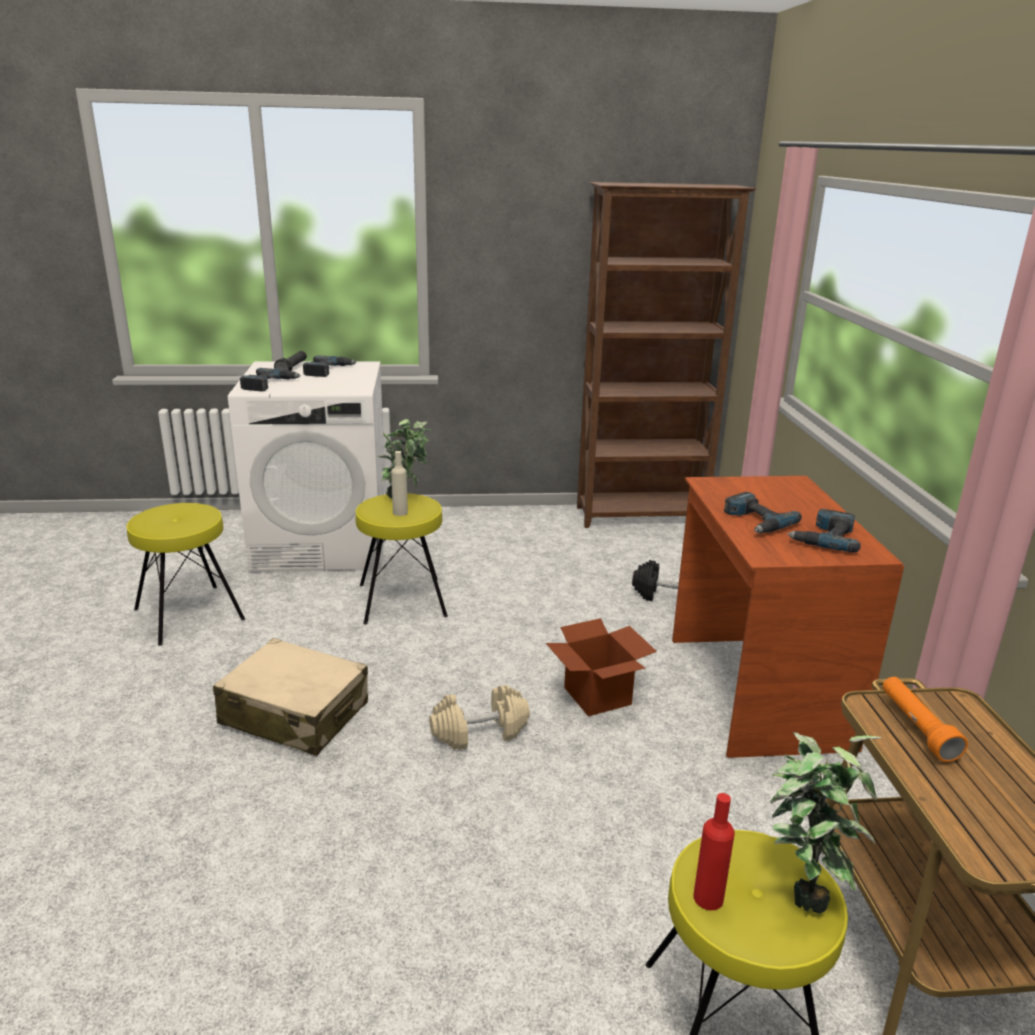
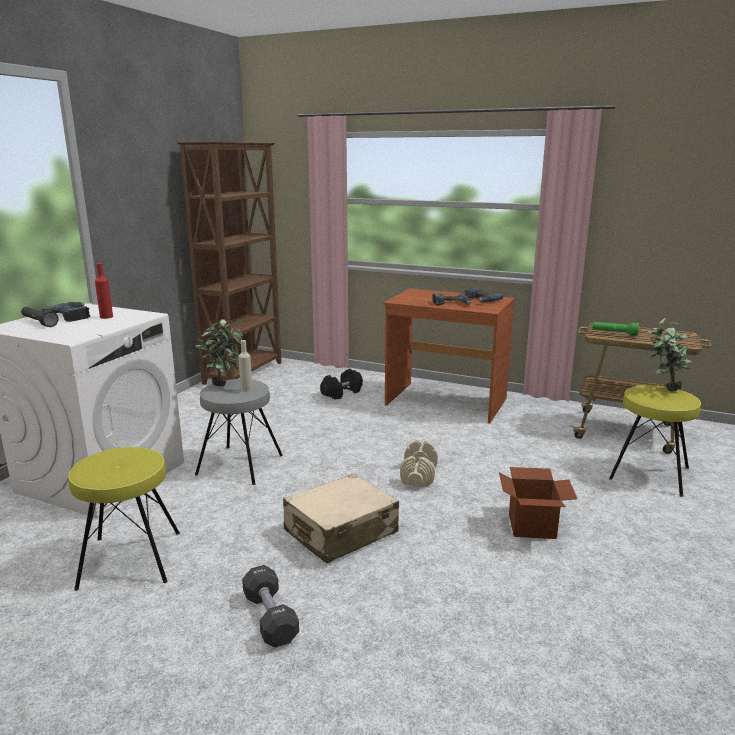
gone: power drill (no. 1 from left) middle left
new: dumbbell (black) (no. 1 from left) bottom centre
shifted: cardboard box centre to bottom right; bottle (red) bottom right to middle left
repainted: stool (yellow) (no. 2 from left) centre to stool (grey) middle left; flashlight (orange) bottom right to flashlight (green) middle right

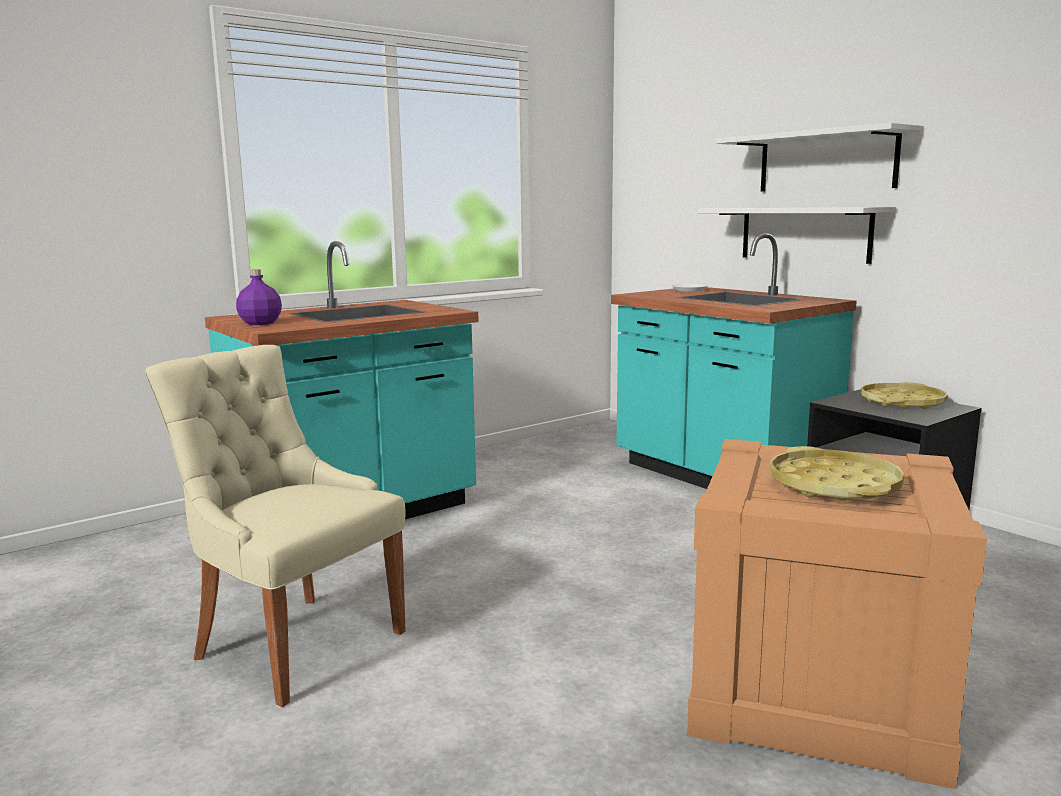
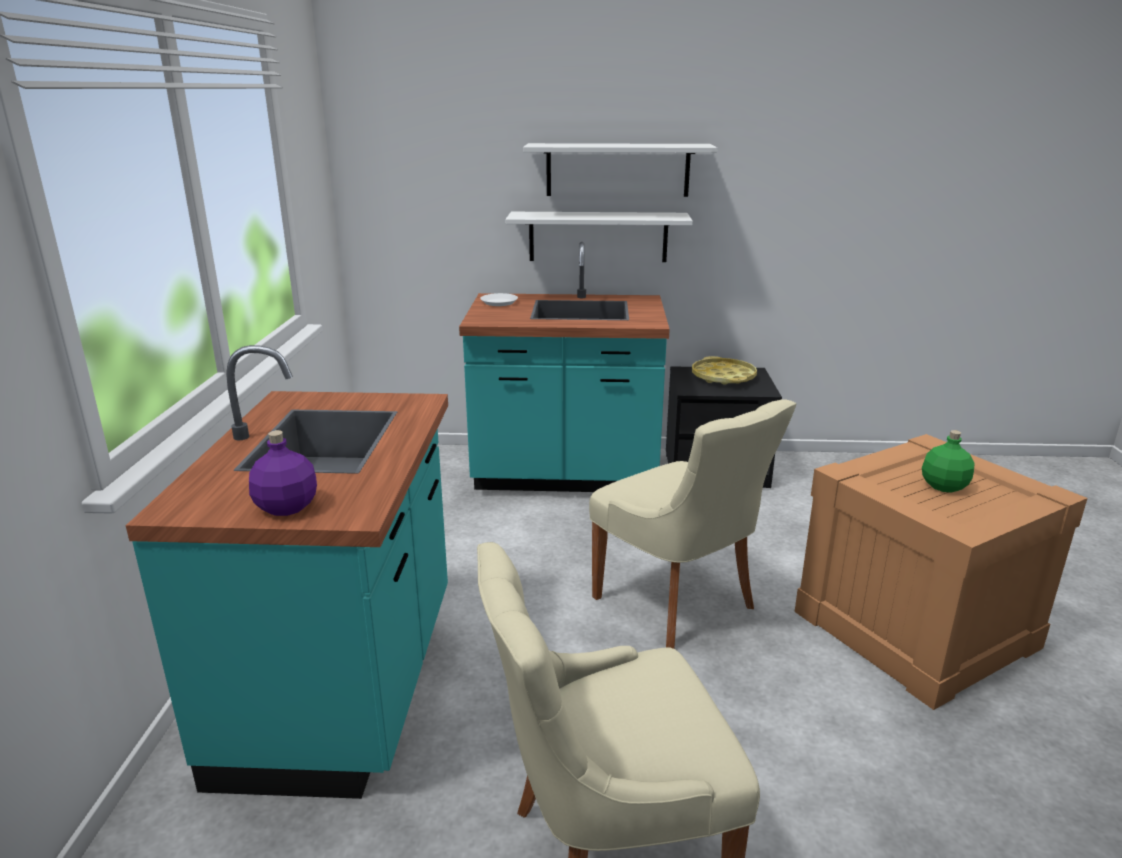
new: chair (beige) (no. 2 from left) centre
swapped: tray (yellow) (no. 1 from left) middle right to bottle (green) middle right

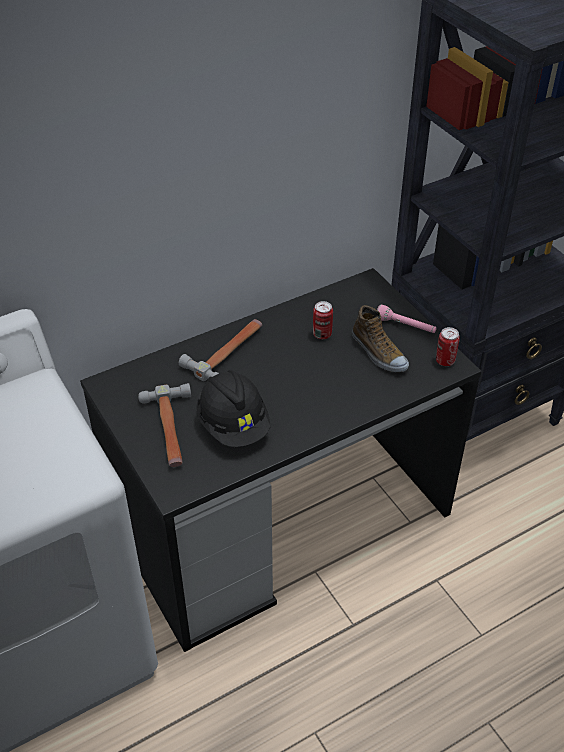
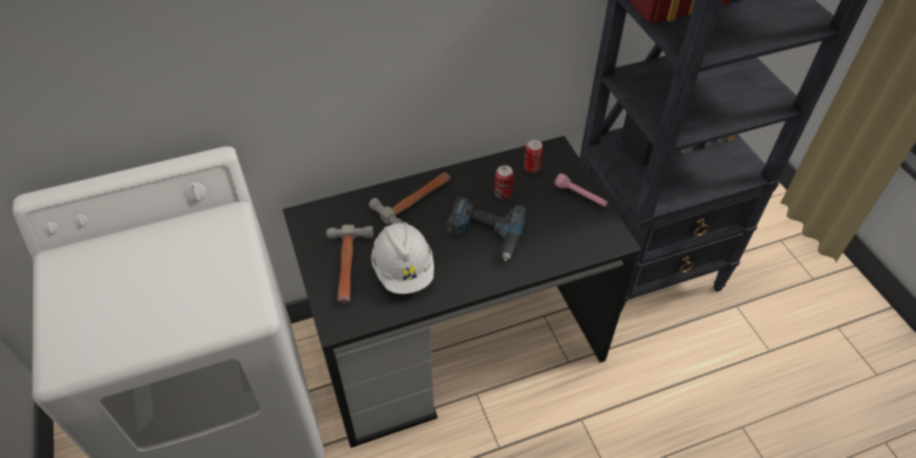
gone: shoe middle right
new: power drill centre
shifted: can (no. 2 from left) middle right to centre
repainted: hard hat (black) centre to hard hat (white) centre

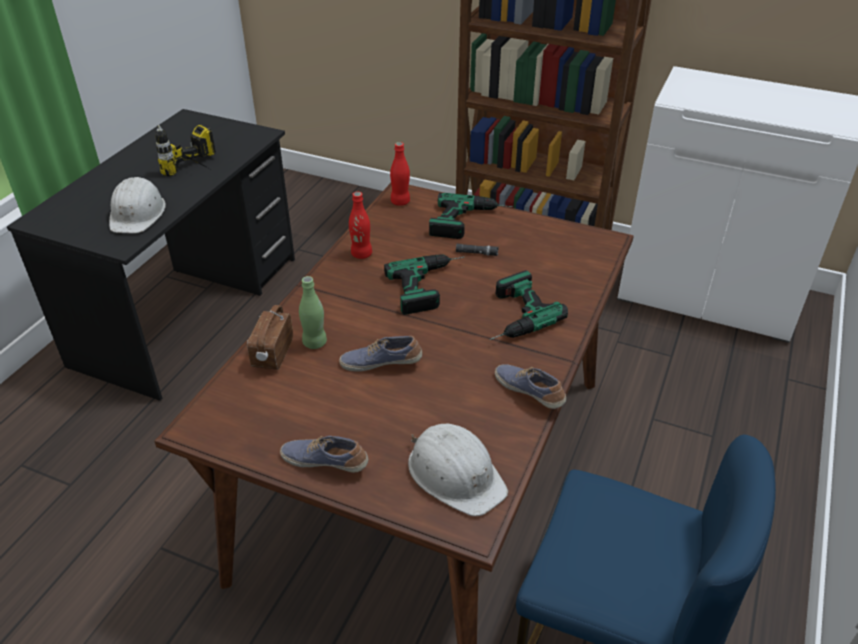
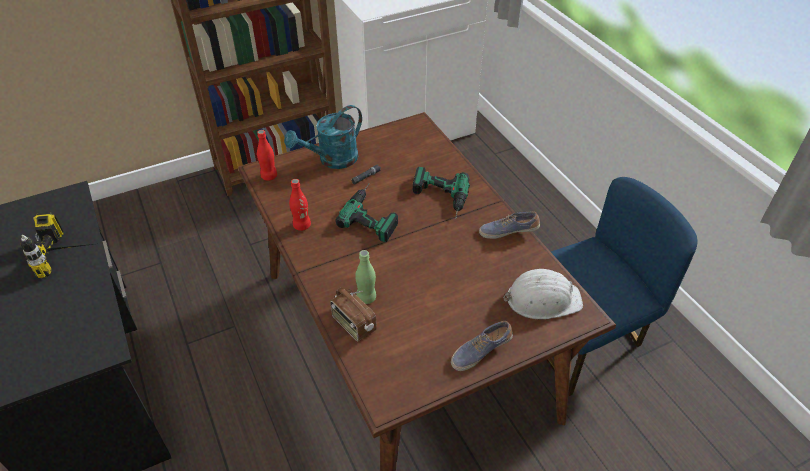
gone: hard hat (white) (no. 1 from left) top left; shoe (no. 2 from left) centre
swapped: power drill (no. 3 from left) centre to watering can (turquoise) top centre

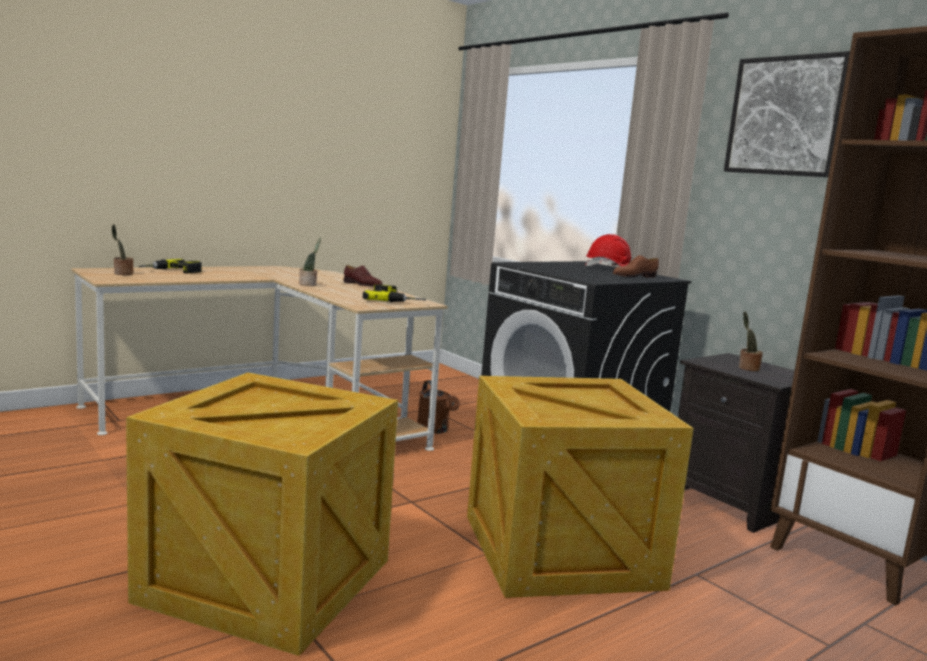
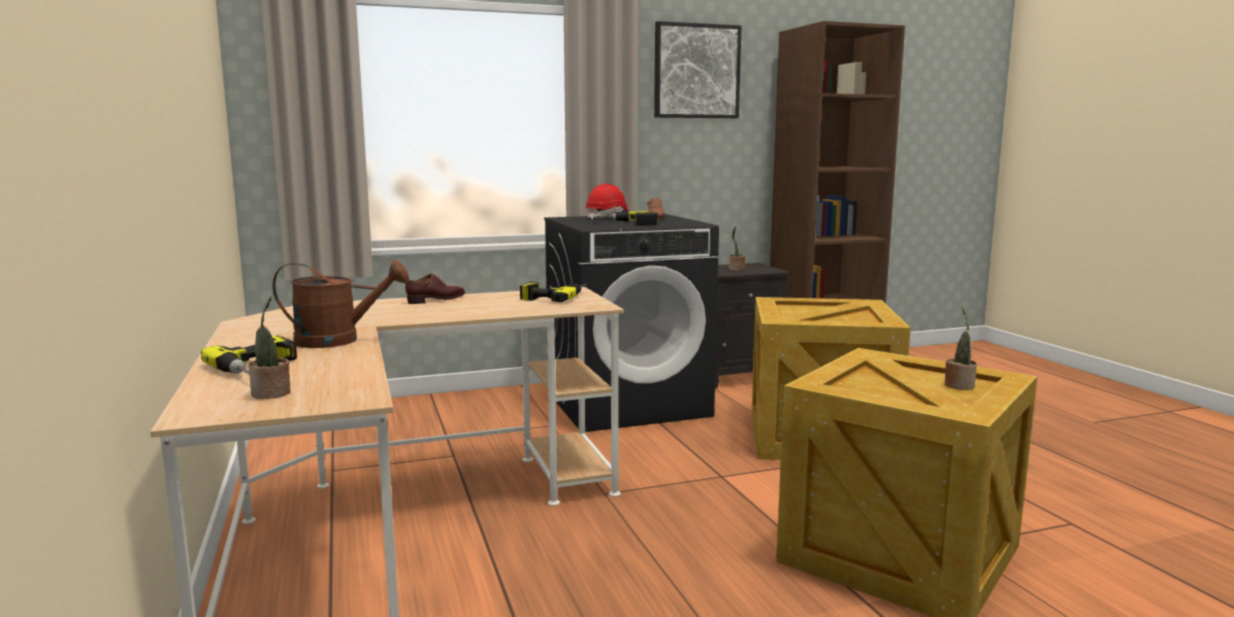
new: power drill (no. 3 from left) centre
shifted: potted plant (no. 2 from left in the first image) centre to potted plant (no. 3 from left) middle right; watering can (brown) centre to middle left

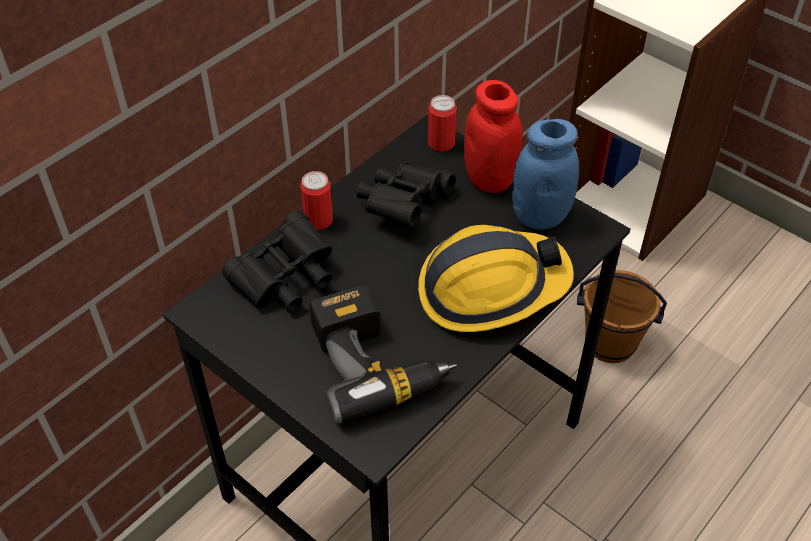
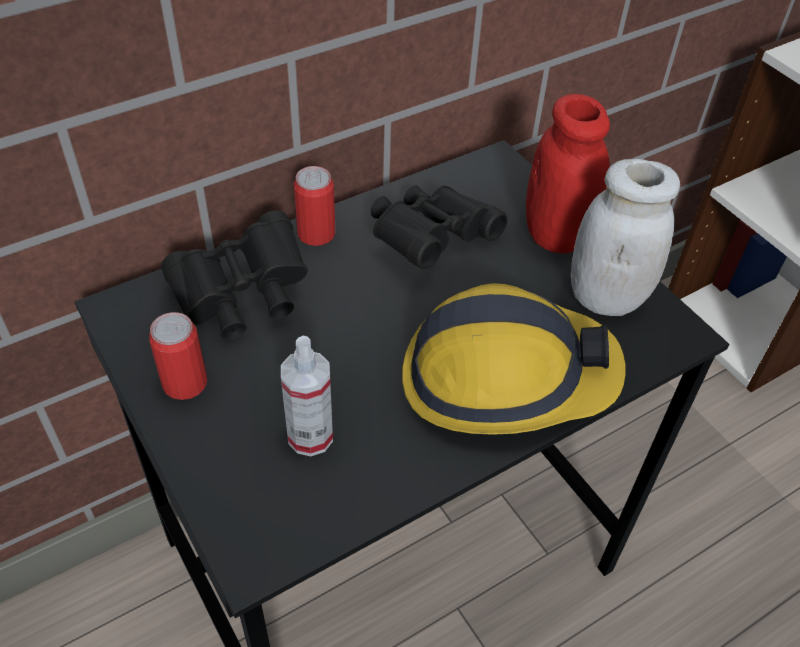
gone: bucket (brown) middle right
shifted: can (no. 2 from left in the first image) top centre to can (no. 1 from left) middle left
swapped: power drill centre to spray bottle centre
repainted: jar (blue) top right to jar (white) middle right

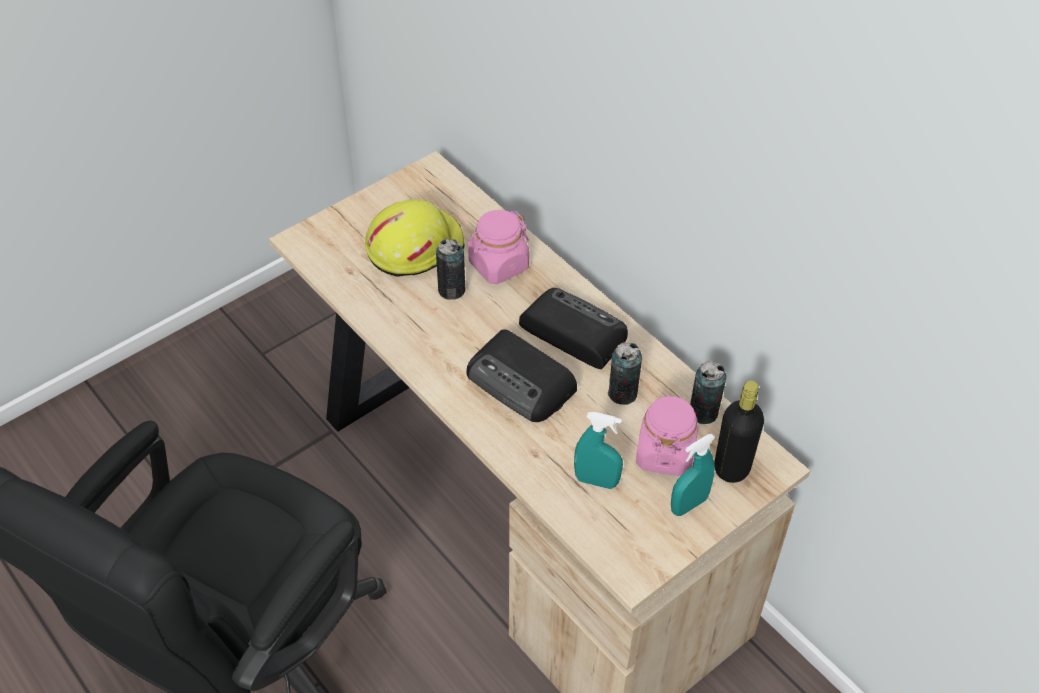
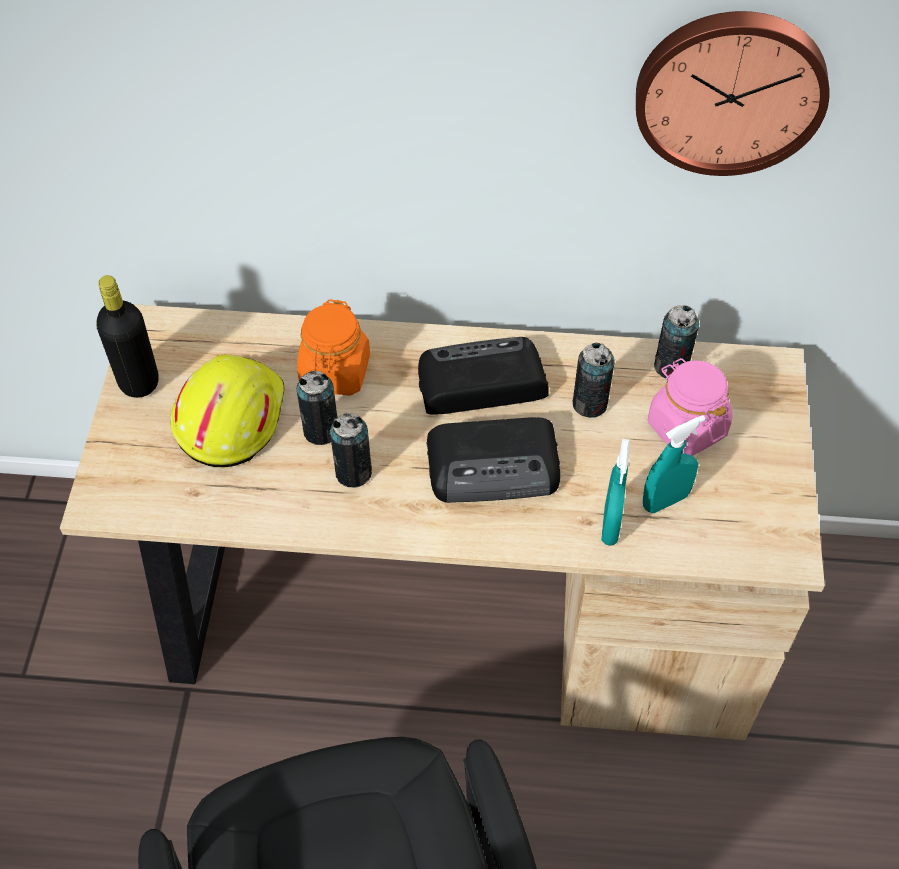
new: can (no. 2 from left) centre; wall clock top right
shifted: spray bottle (turquoise) (no. 2 from left in the first image) bottom right to spray bottle (turquoise) (no. 1 from left) middle right; bottle (black) middle right to middle left
repainted: jar (pink) (no. 1 from left) centre to jar (orange) centre

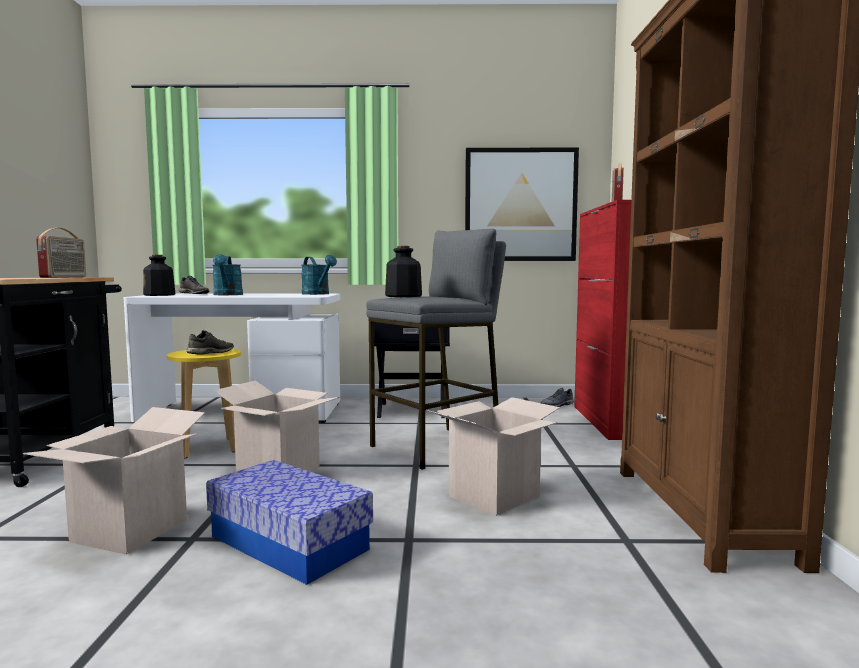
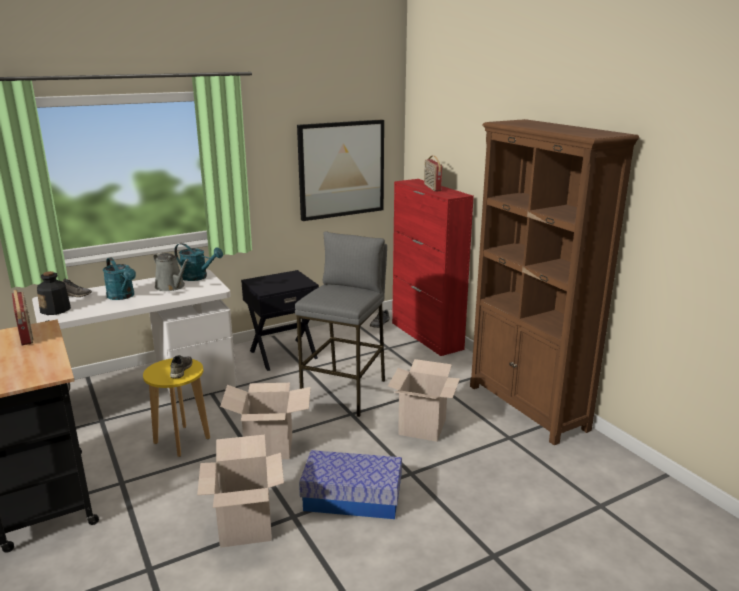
gone: bottle (no. 2 from left) centre
new: watering can (grey) middle left

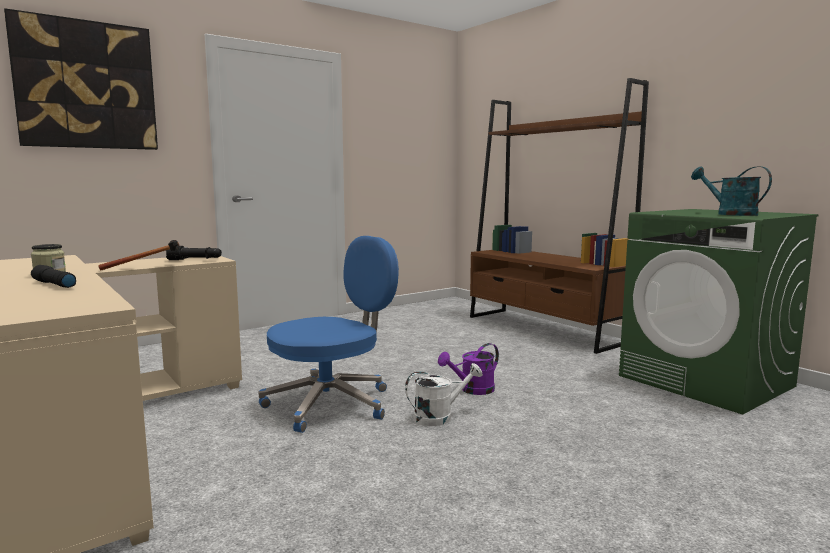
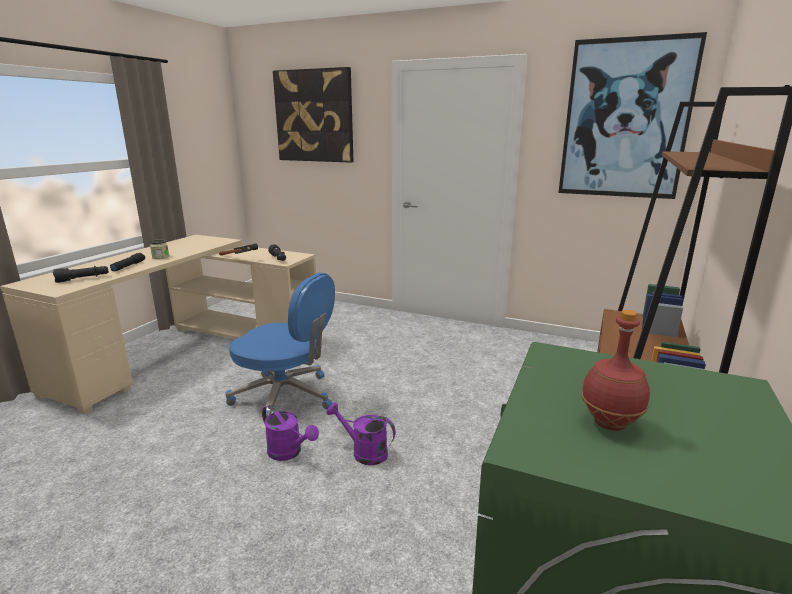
new: flashlight (black) (no. 1 from left) middle left; picture (no. 2 from left) top right
swapped: watering can (turquoise) middle right to bottle (red) middle right
repainted: watering can (white) bottom centre to watering can (purple) (no. 1 from left) bottom centre

